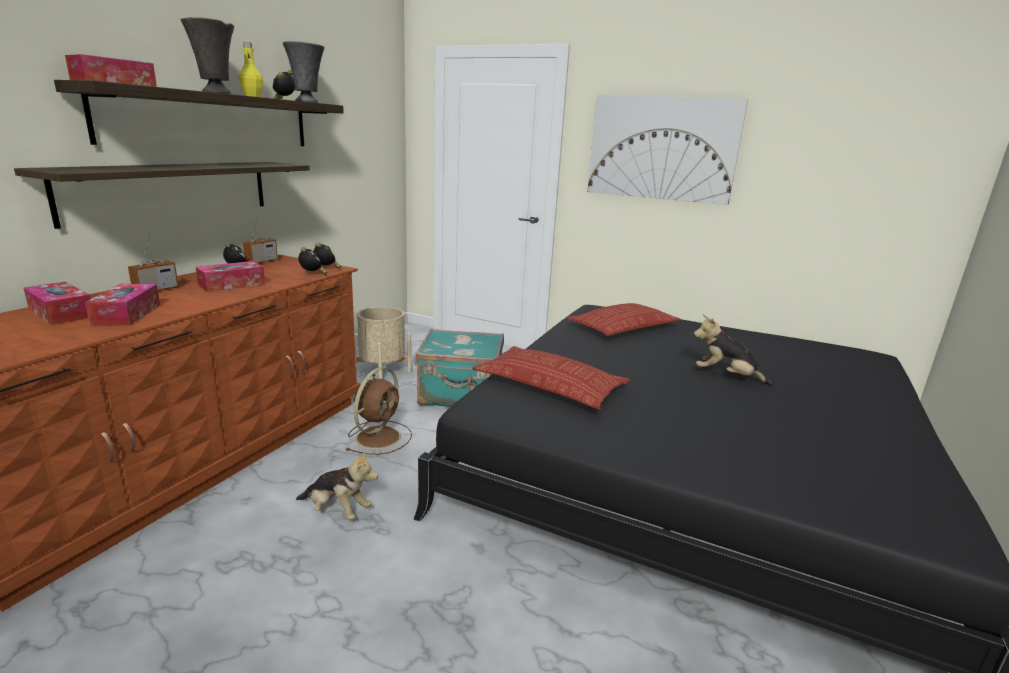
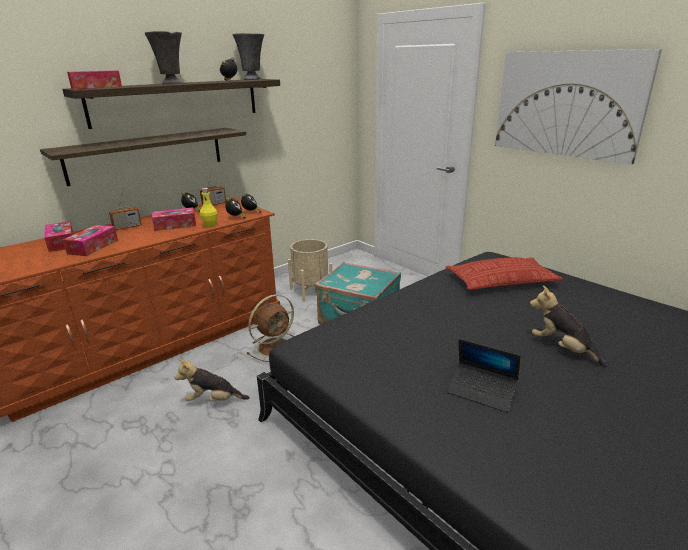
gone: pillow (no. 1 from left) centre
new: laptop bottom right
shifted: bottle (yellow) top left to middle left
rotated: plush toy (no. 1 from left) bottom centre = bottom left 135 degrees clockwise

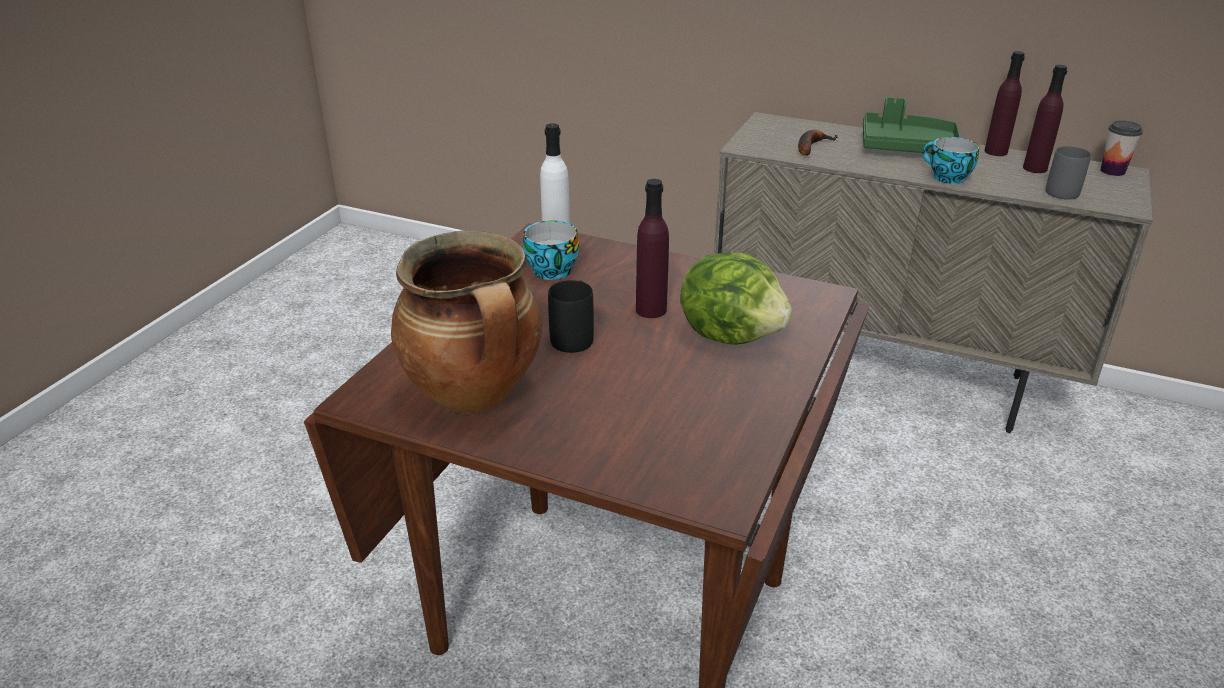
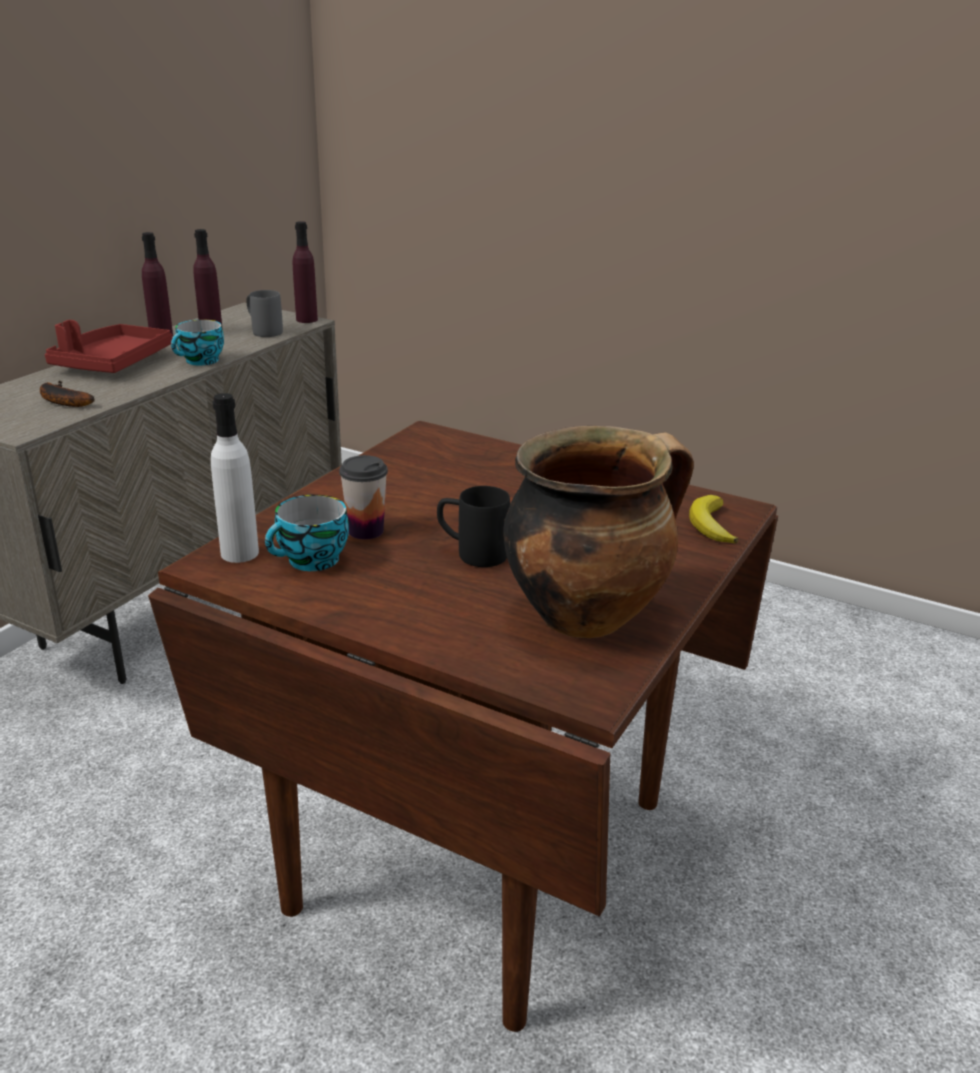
gone: lettuce centre
new: banana (no. 2 from left) middle right
shifted: bottle (purple) (no. 1 from left in the first image) centre to bottle (purple) (no. 3 from left) top left; cup (no. 3 from left) top right to centre
repainted: tray (green) top right to tray (red) top left

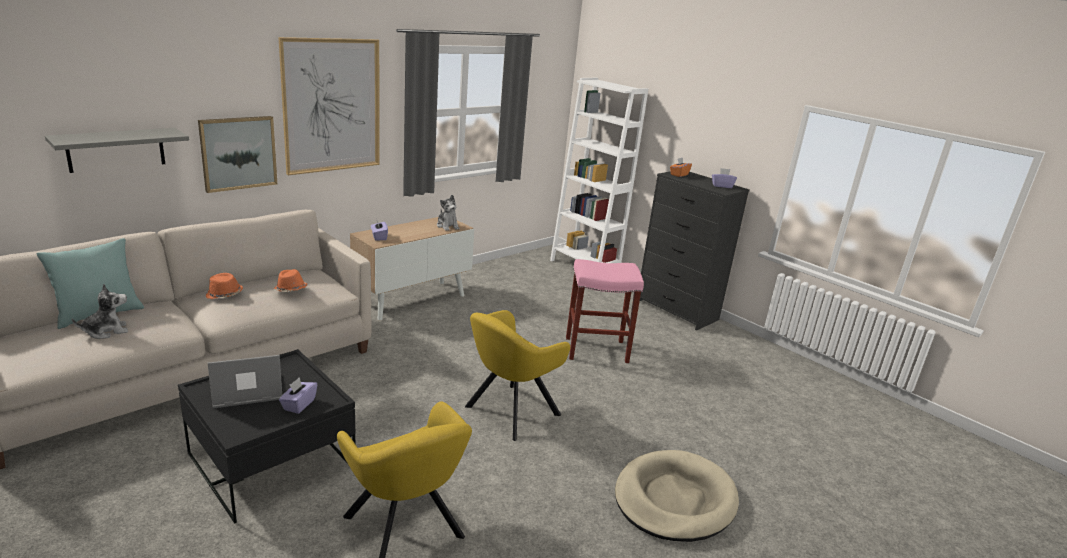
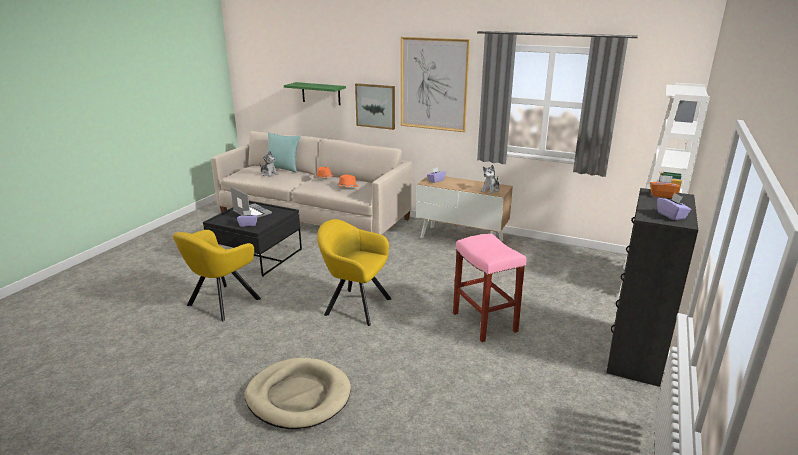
repainted: shelf (grey) top left to shelf (green) top centre

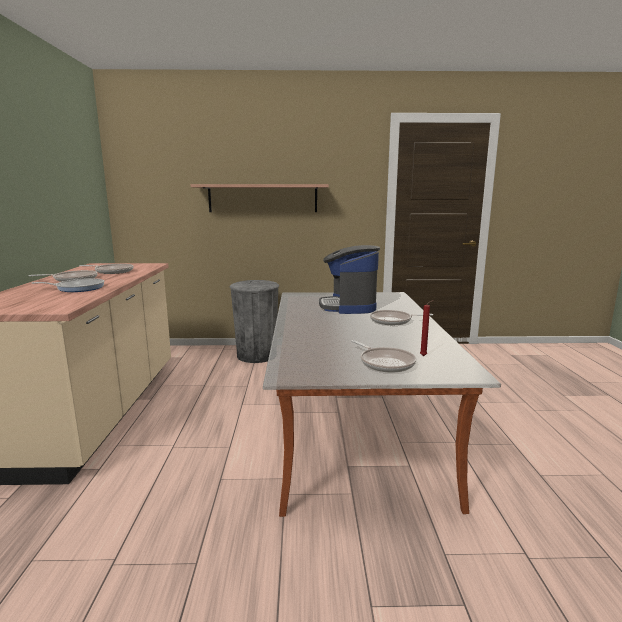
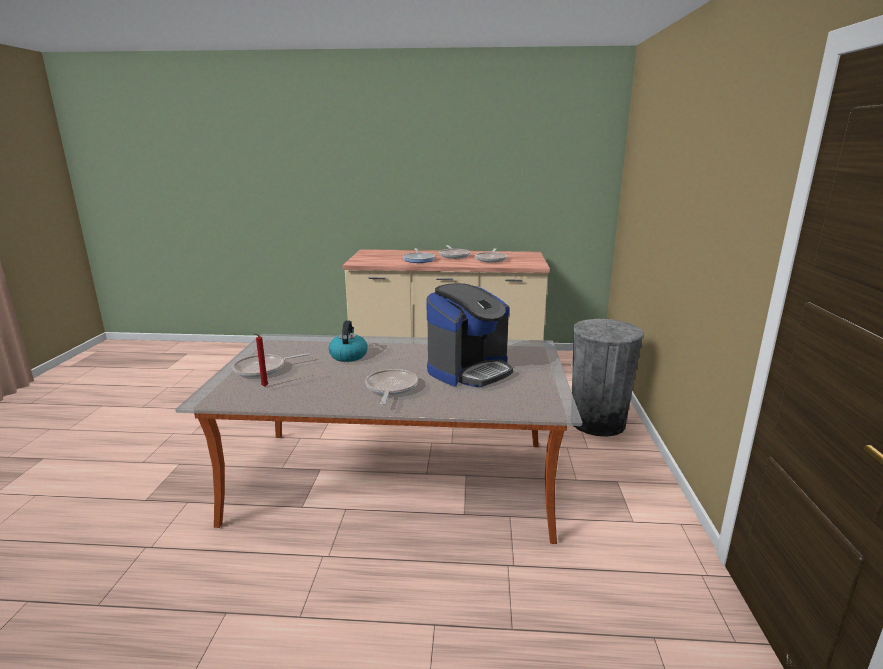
gone: shelf top centre
new: kettle centre
rotated: coffee machine centre = centre 135 degrees clockwise

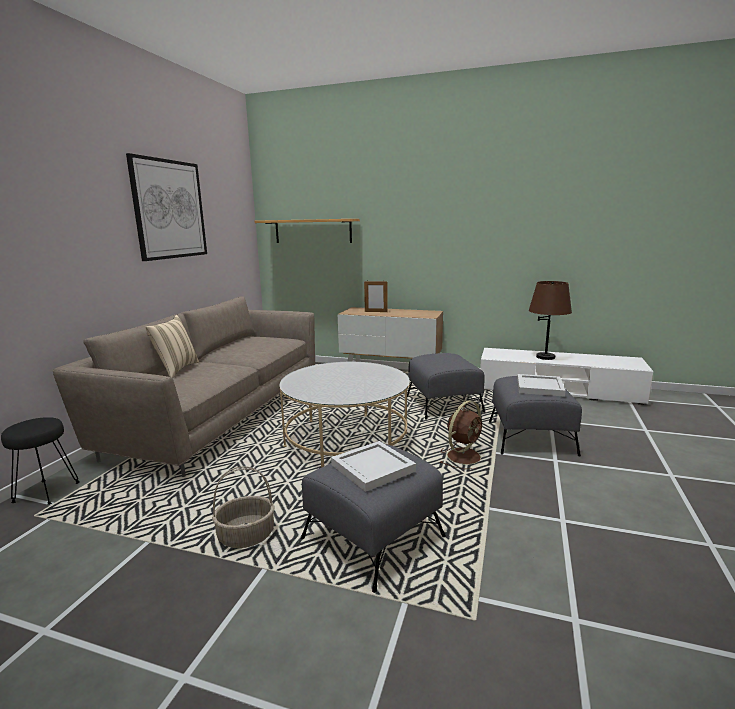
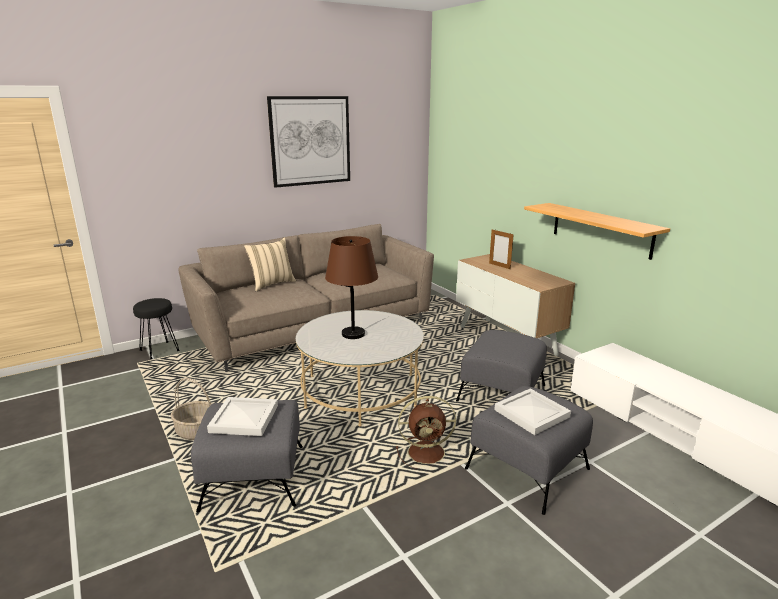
shifted: shelf top centre to middle right; table lamp (brown) middle right to centre

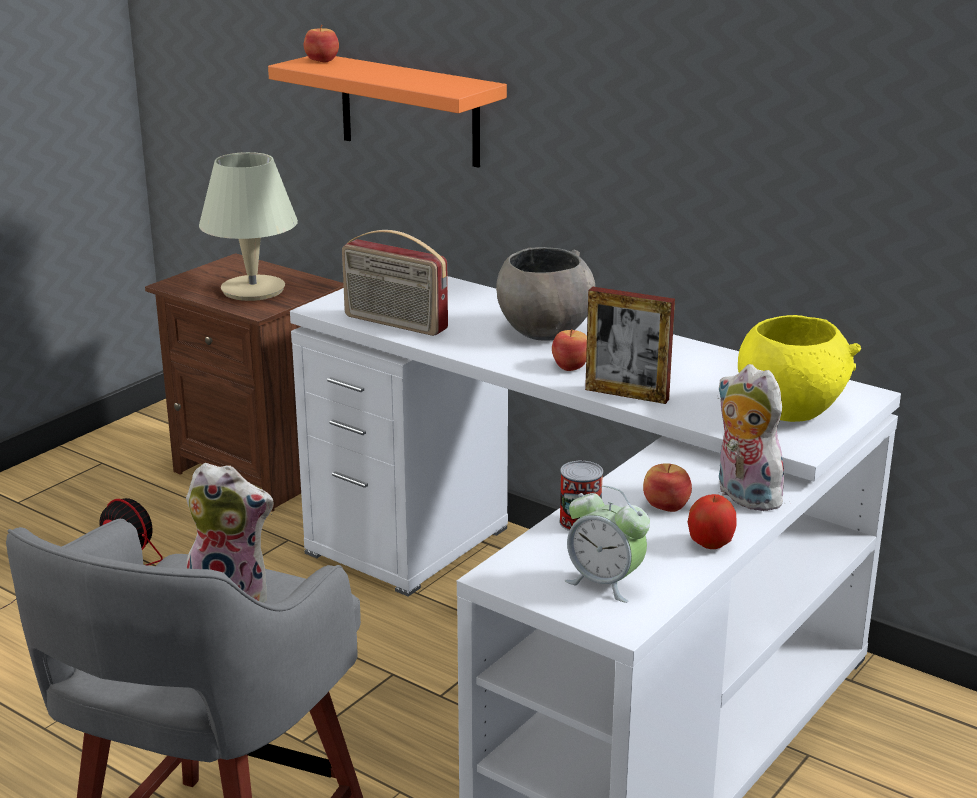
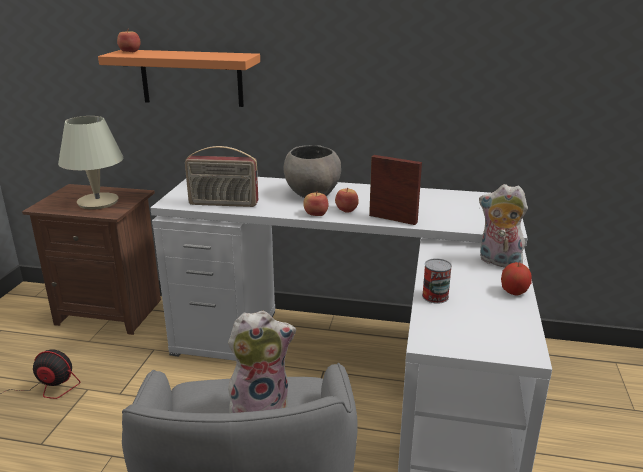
gone: alarm clock bottom centre; bowl (yellow) middle right
shifted: apple (no. 3 from left in the first image) middle right to apple (no. 2 from left) centre
rotated: picture frame centre = centre 150 degrees counterclockwise

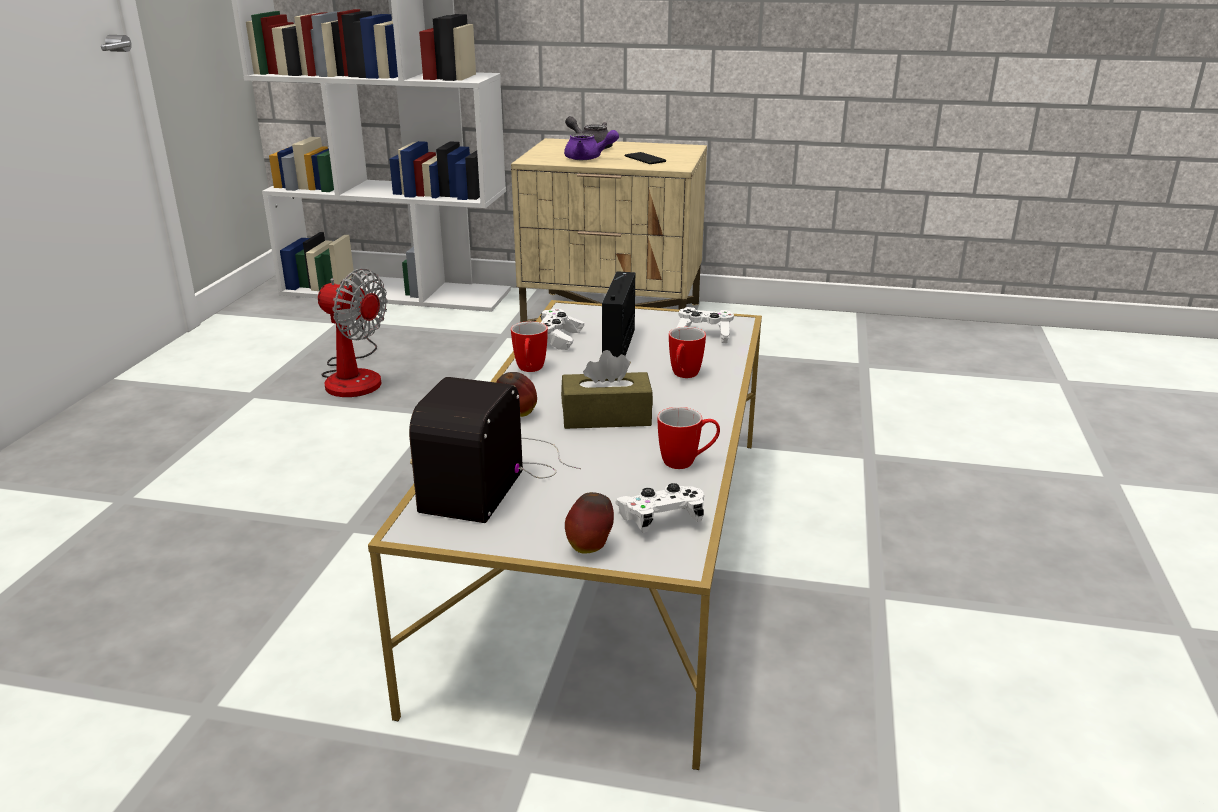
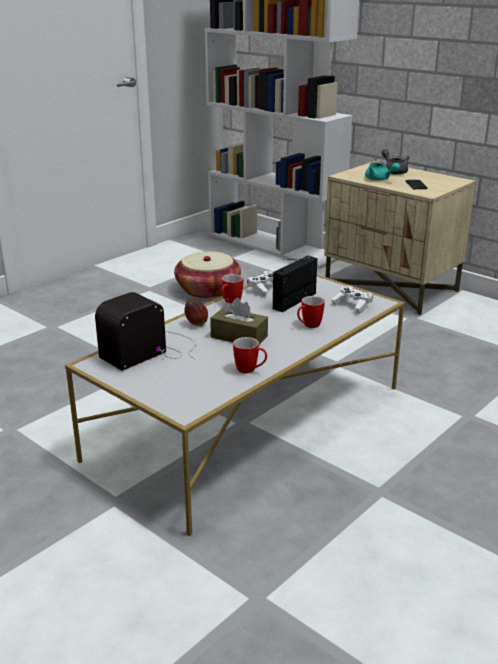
gone: apple (no. 2 from left) centre; game controller (white) (no. 2 from left) centre
swapped: fan middle left to basket centre
repainted: teapot (purple) top centre to teapot (turquoise) top right

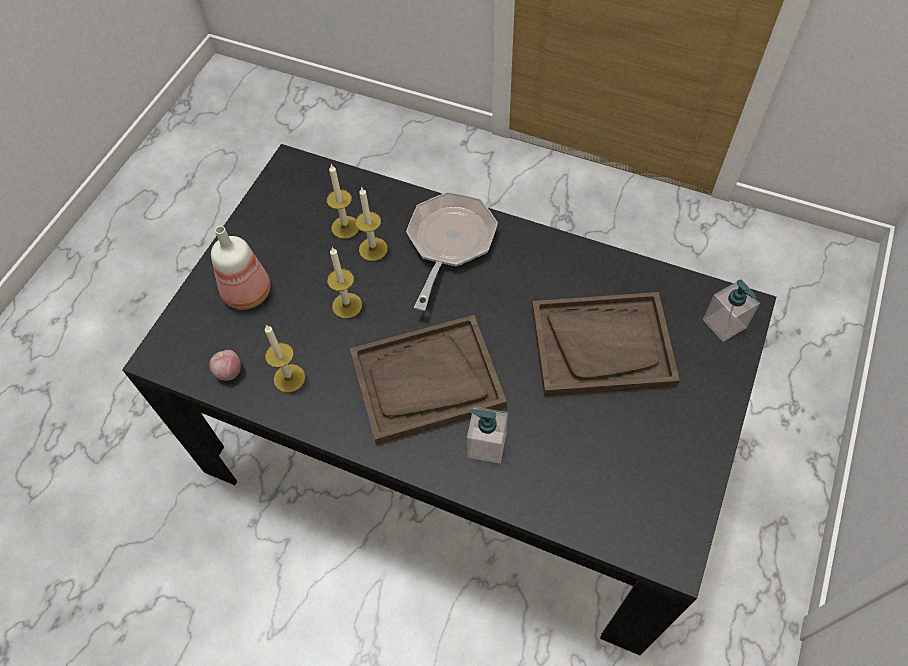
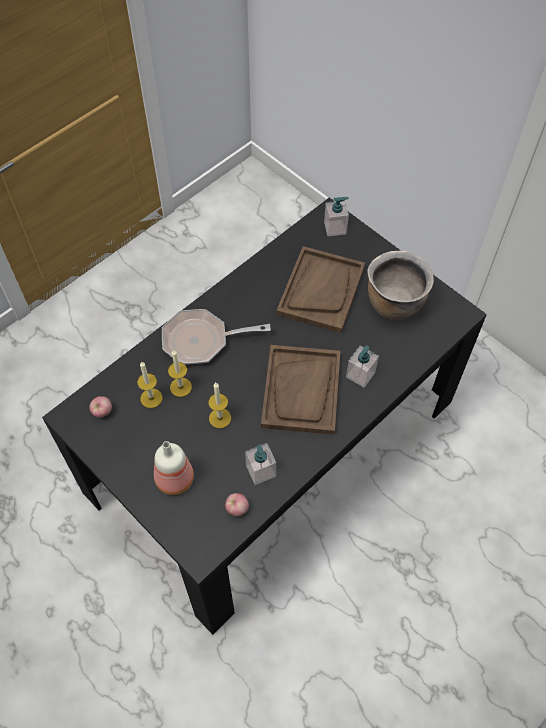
new: apple (no. 1 from left) middle left; cooking pot (brown) middle right
swapped: candle (no. 1 from left) middle left to soap dispenser (no. 1 from left) centre
rotated: frying pan centre = centre 45 degrees counterclockwise

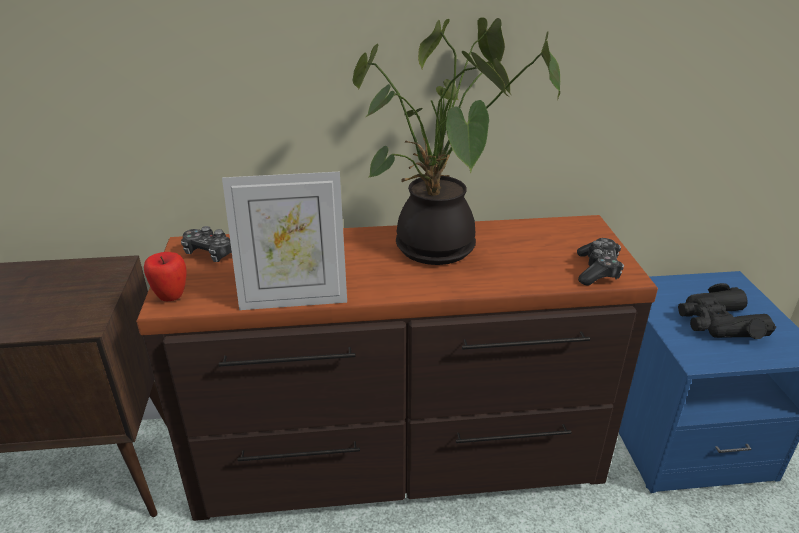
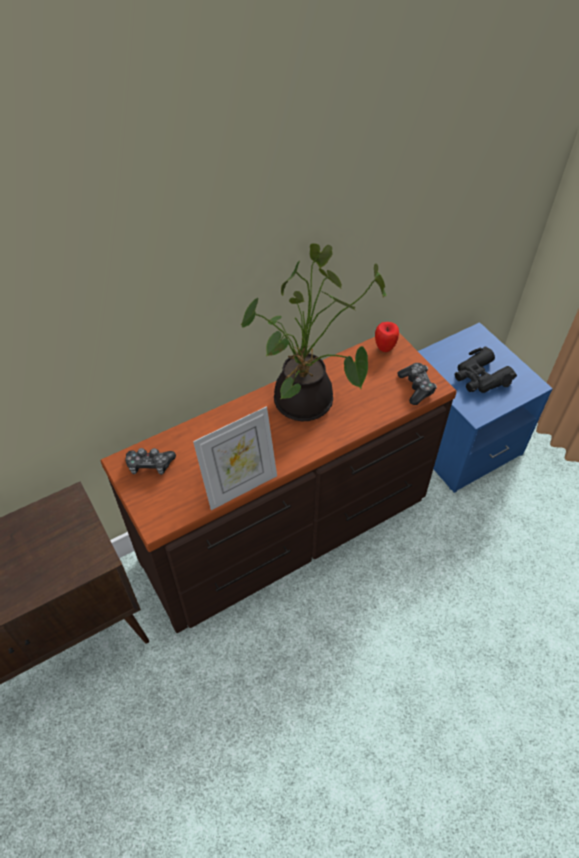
shifted: apple middle left to middle right

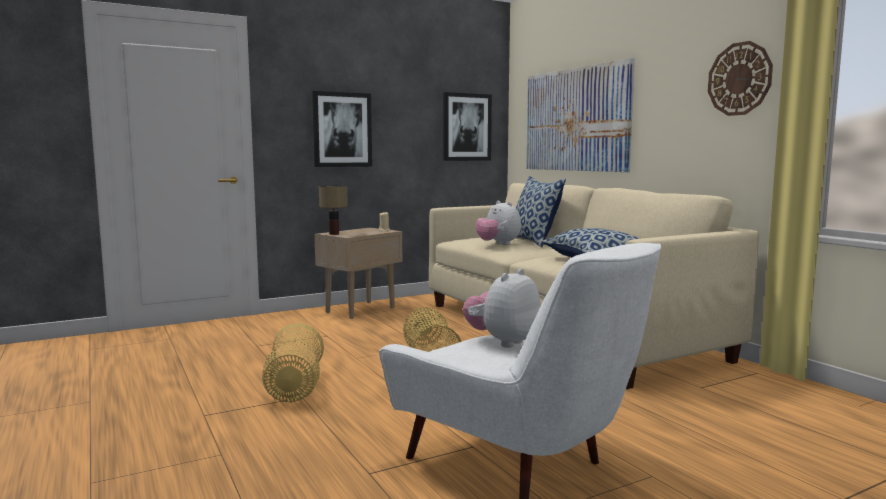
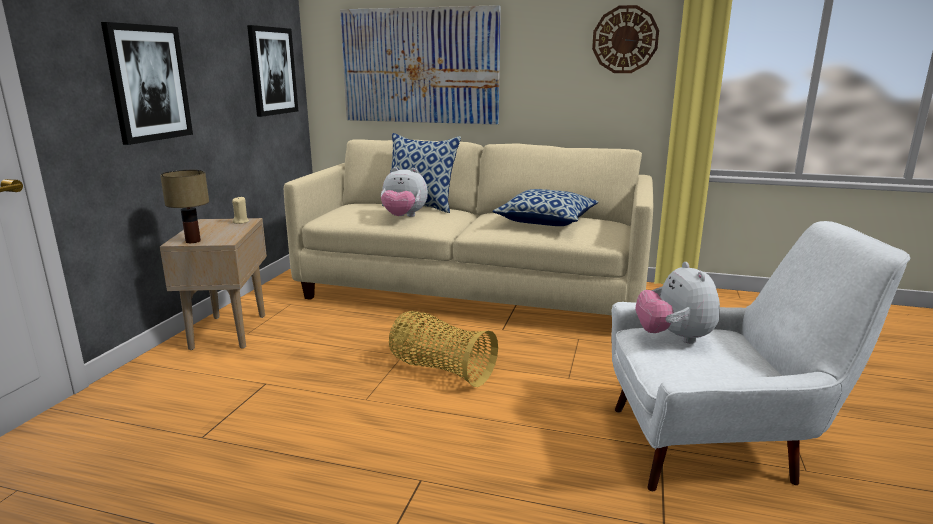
gone: basket (no. 1 from left) bottom left

